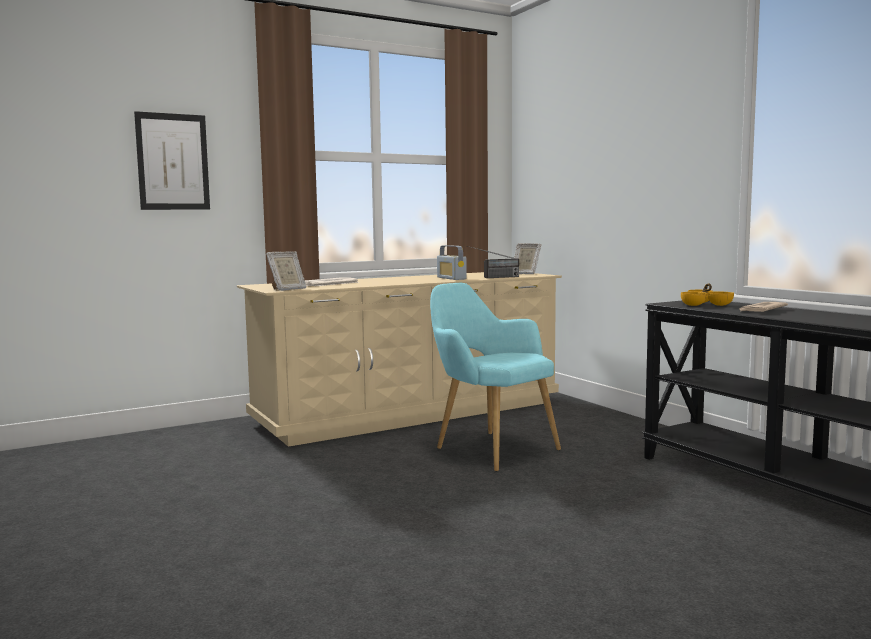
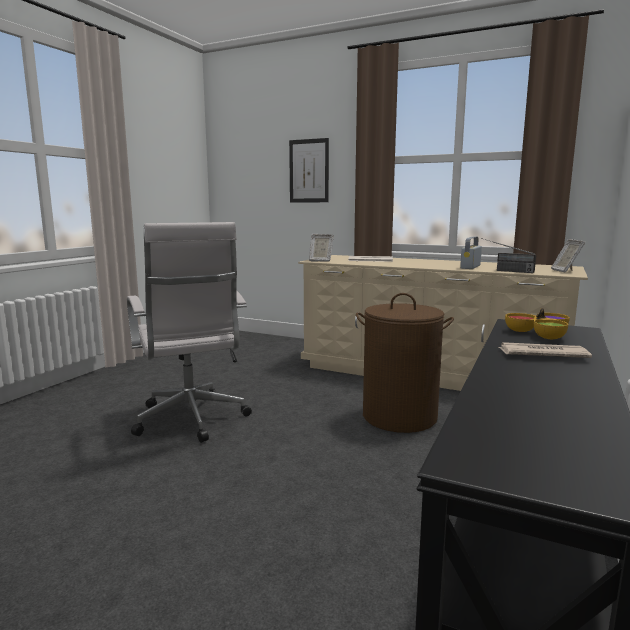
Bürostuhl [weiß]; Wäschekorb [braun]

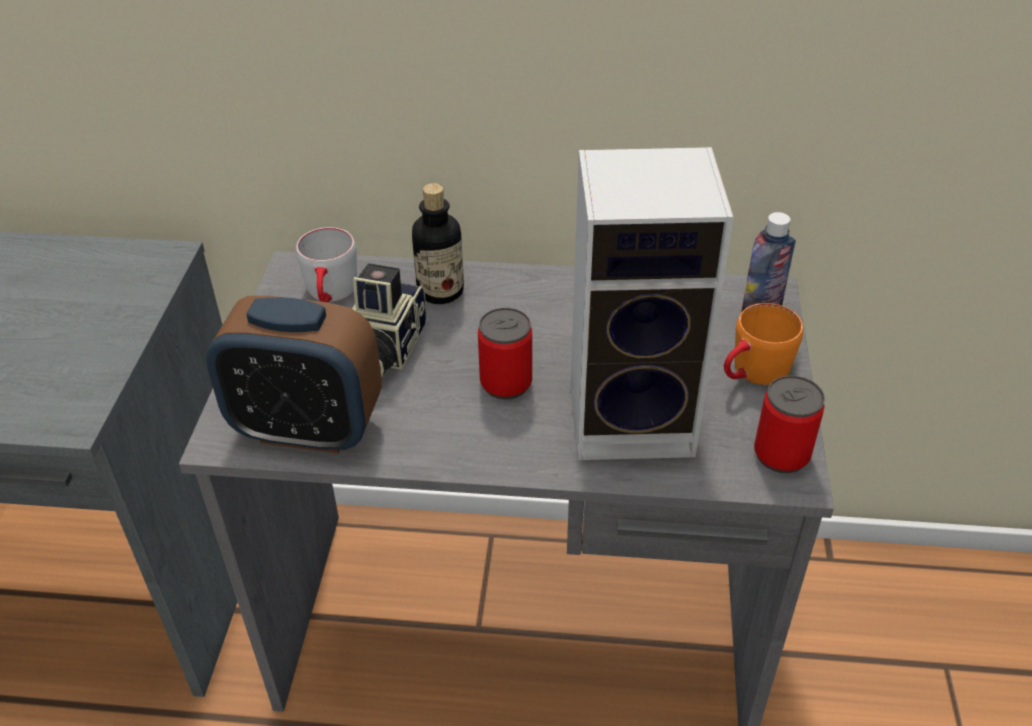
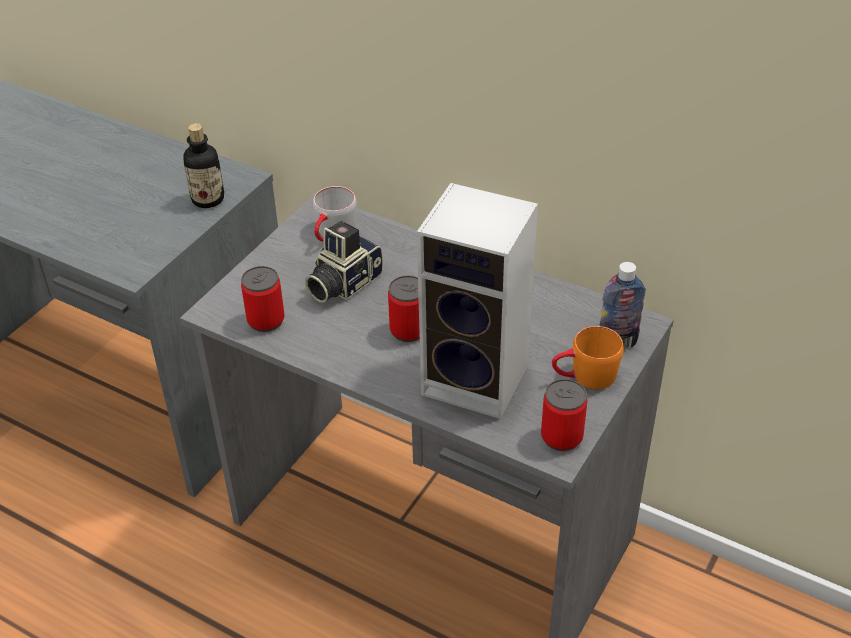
Flasche (1st from left); Dose (1st from left)

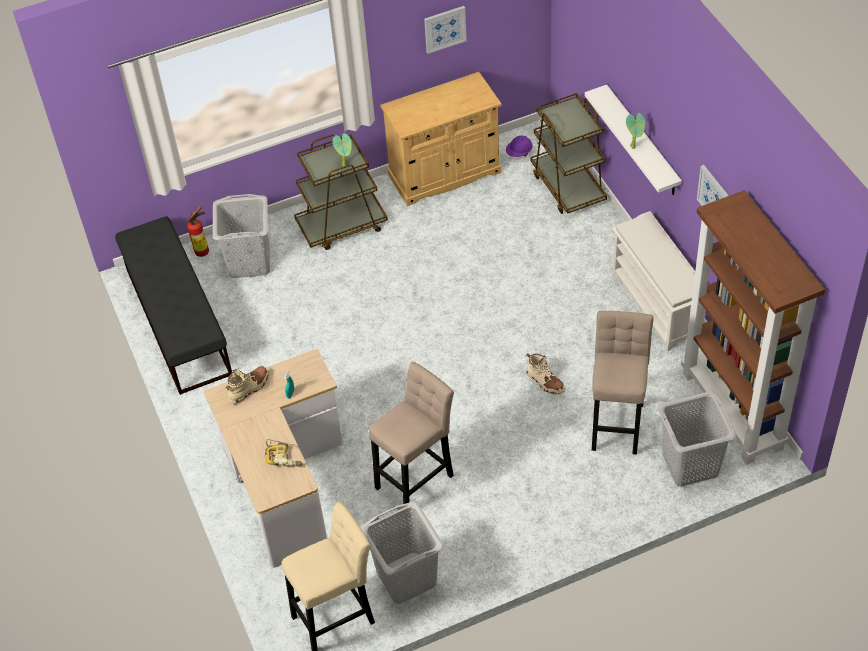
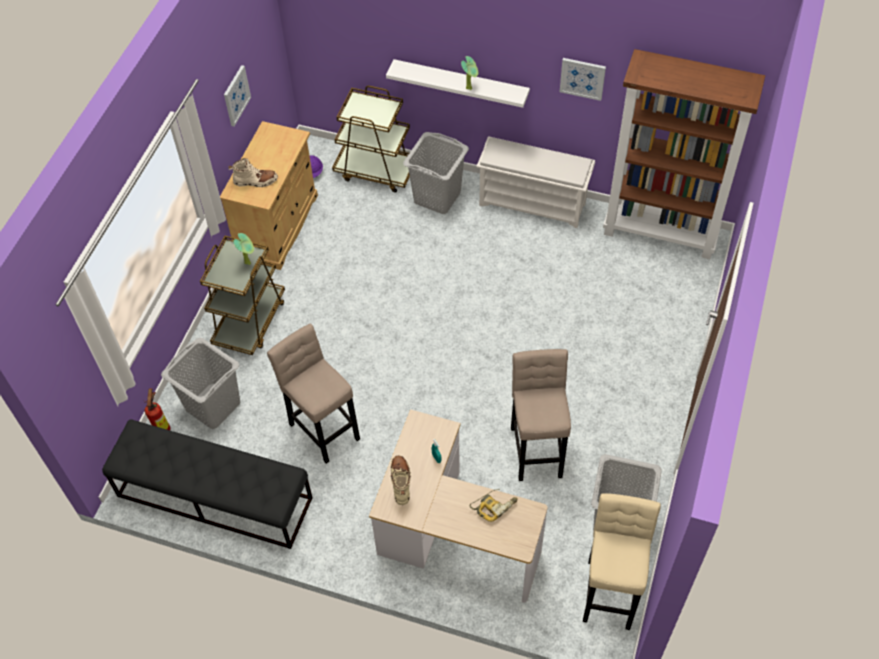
Stiefel [beige] (1st from left); Hocker [beige] (1st from left); Wäschekorb [grau] (2nd from left)

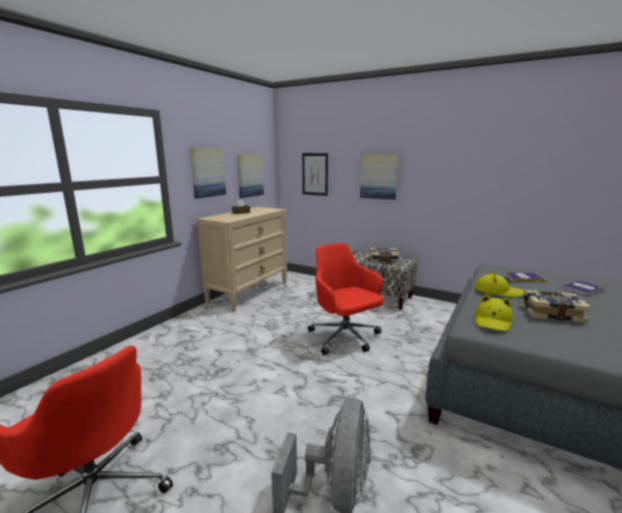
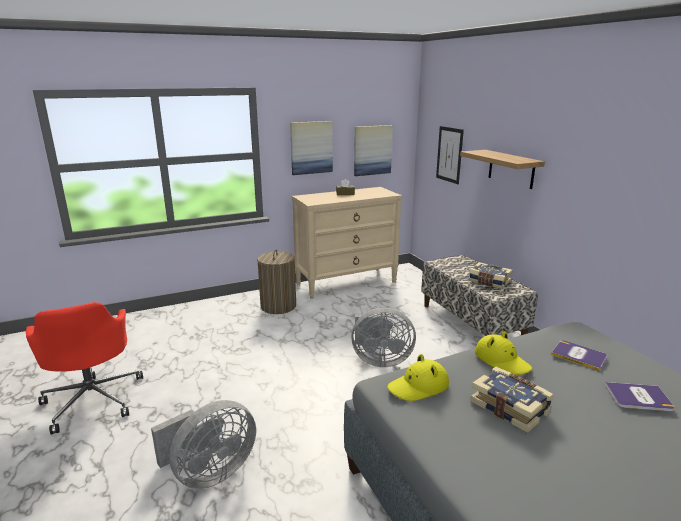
Wäschekorb; Ventilator [grau] (2nd from left); Wandregal

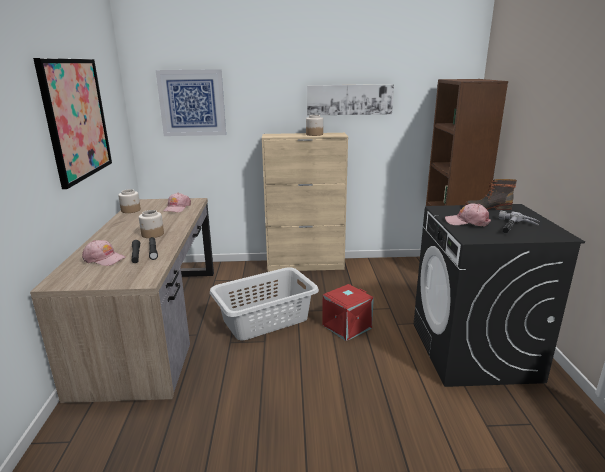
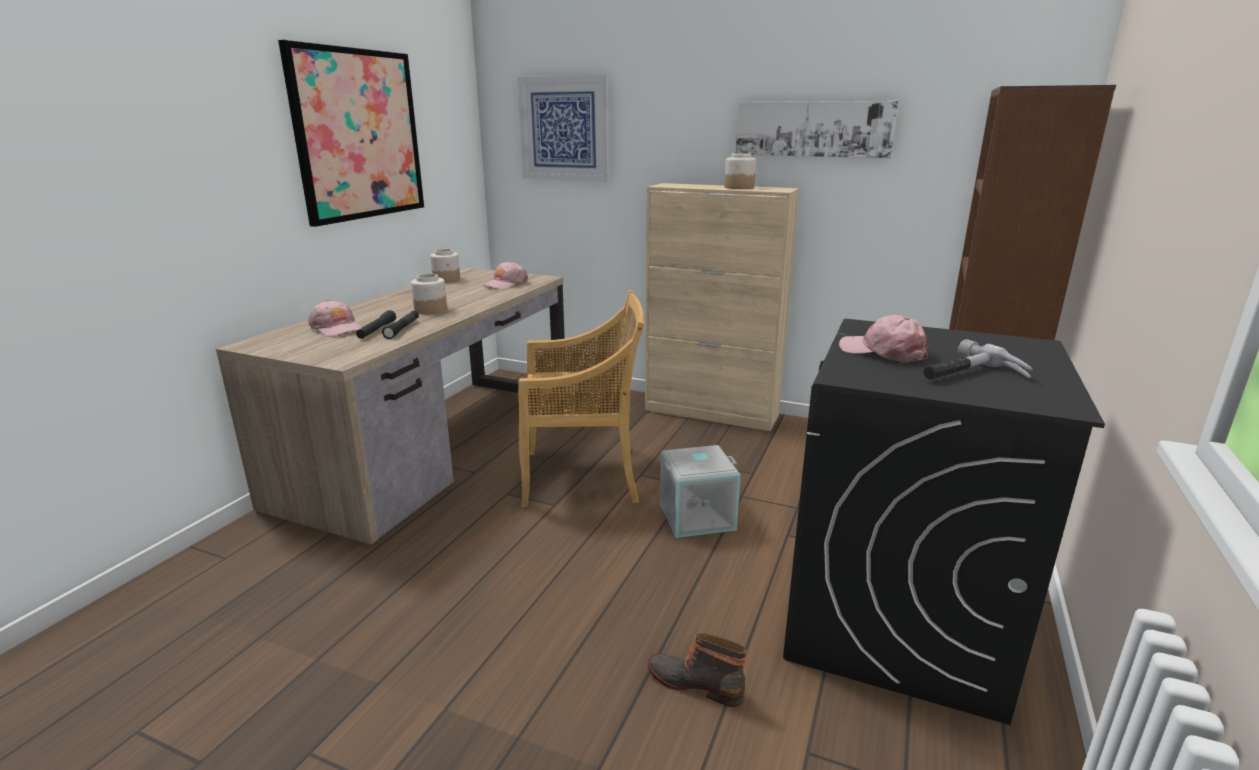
Stuhl [beige]; Stiefel; Aufbewahrungsbox [grau]

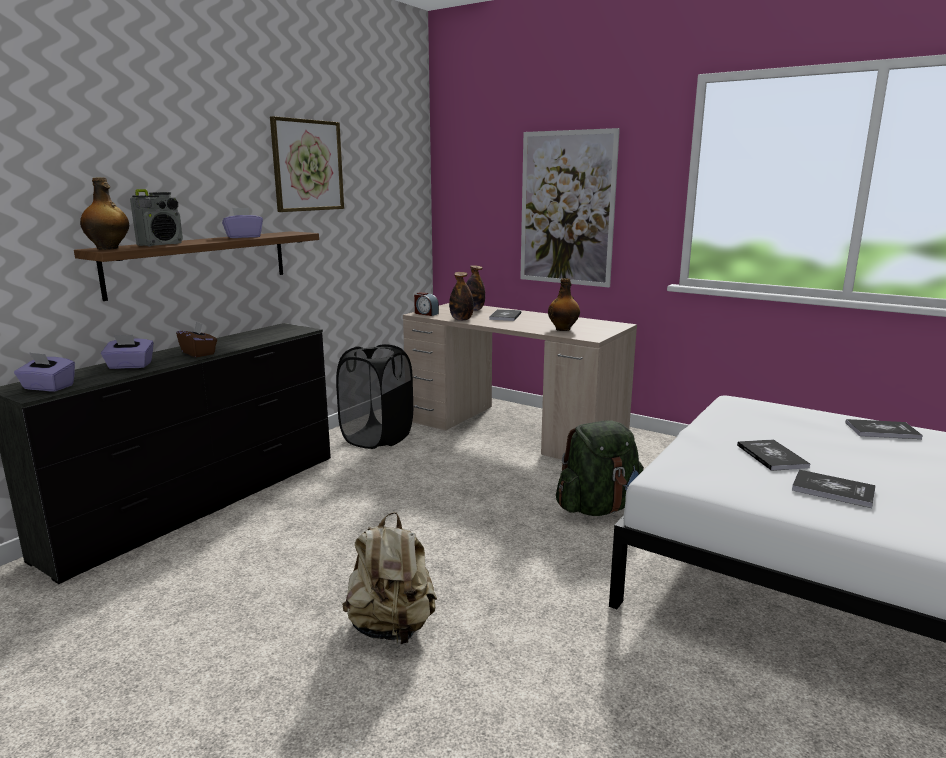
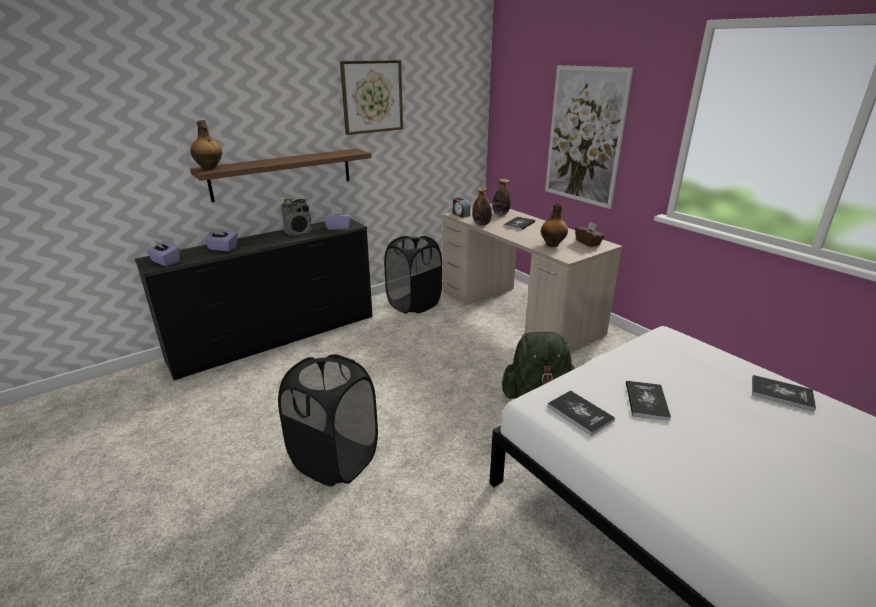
Wäschekorb [schwarz] (1st from left); Radio; Taschentuchbox [lila] (3rd from left); Buch (2nd from left); Taschentuchbox [braun]

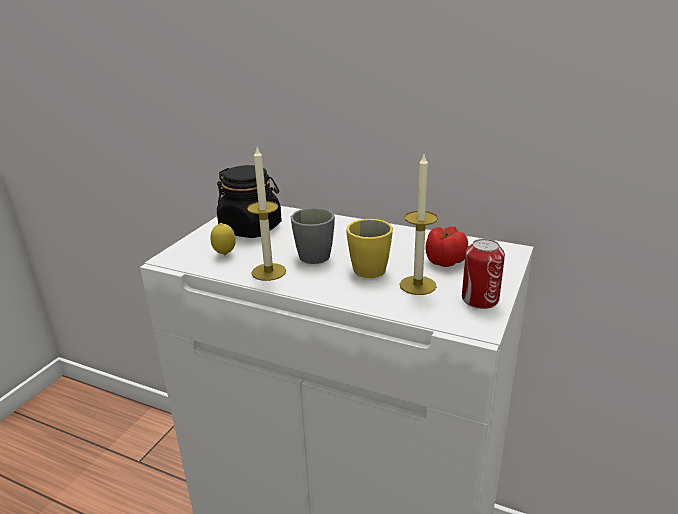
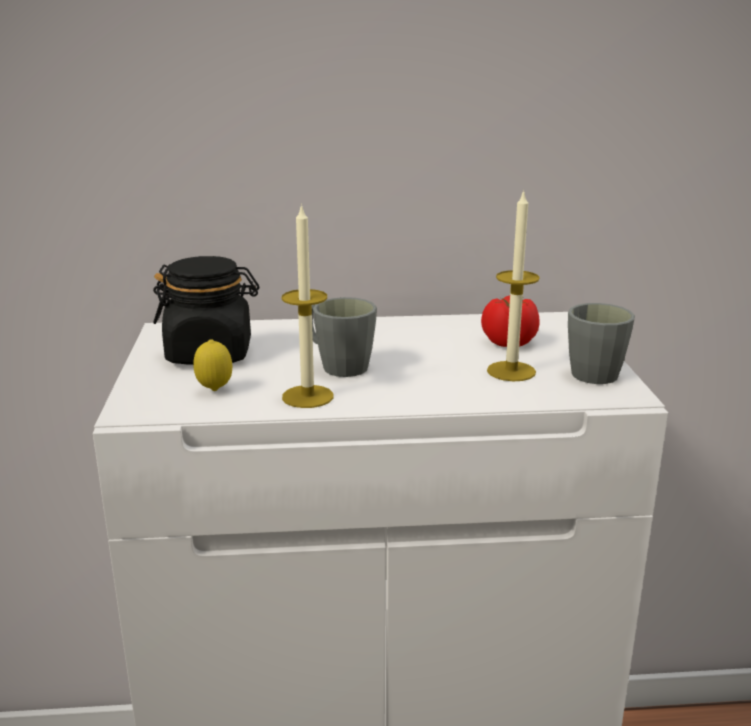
Henkelbecher [grau] (2nd from left); Henkelbecher [gelb]

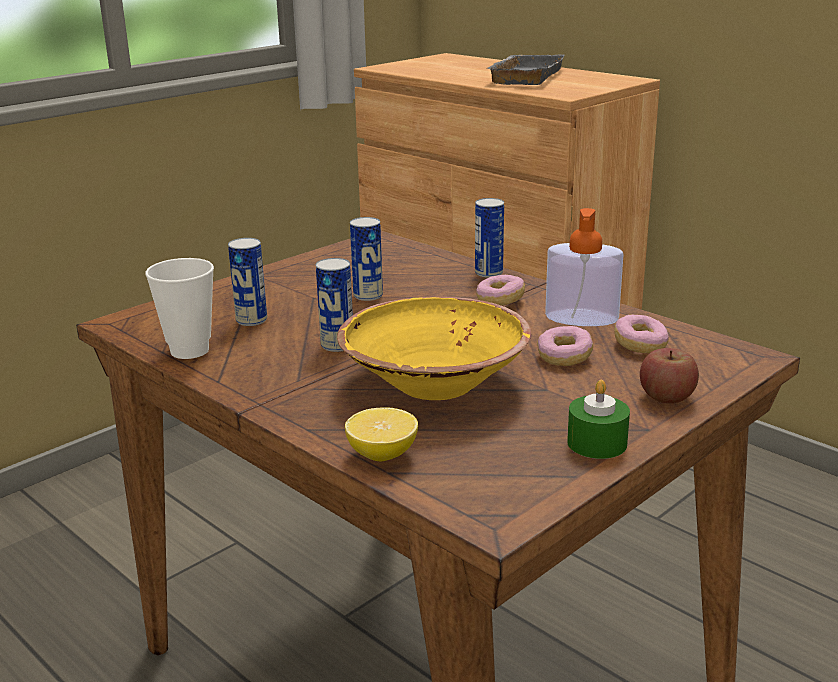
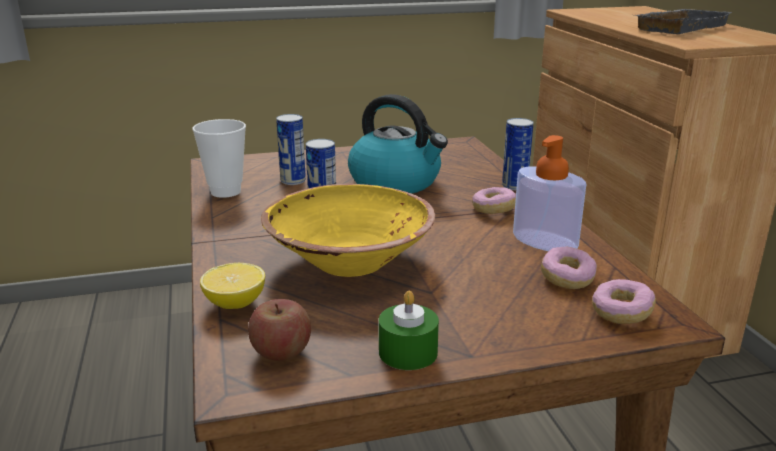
Apfel; Wasserkessel; Donut (3rd from left)

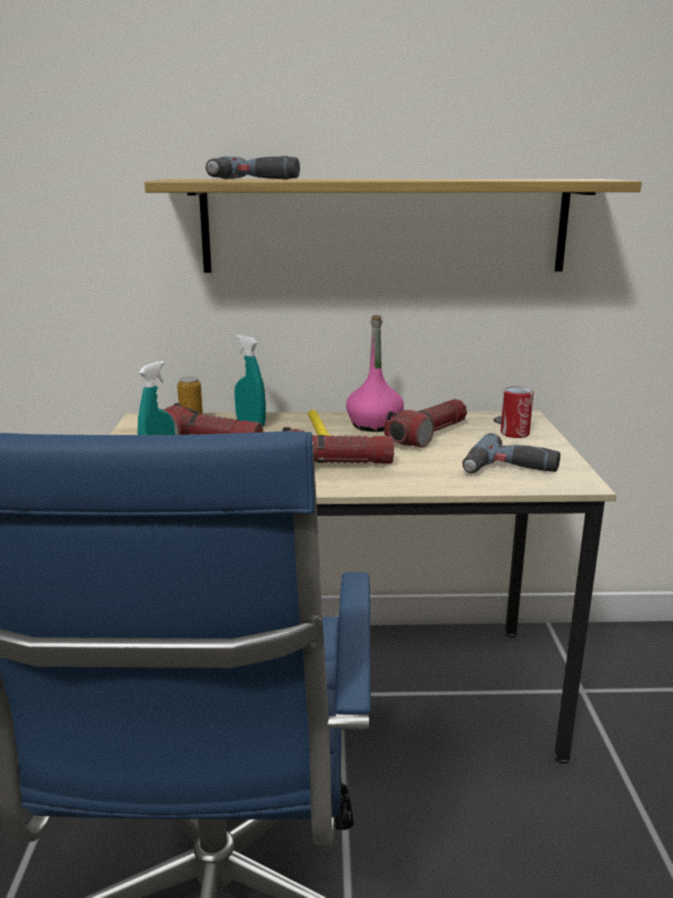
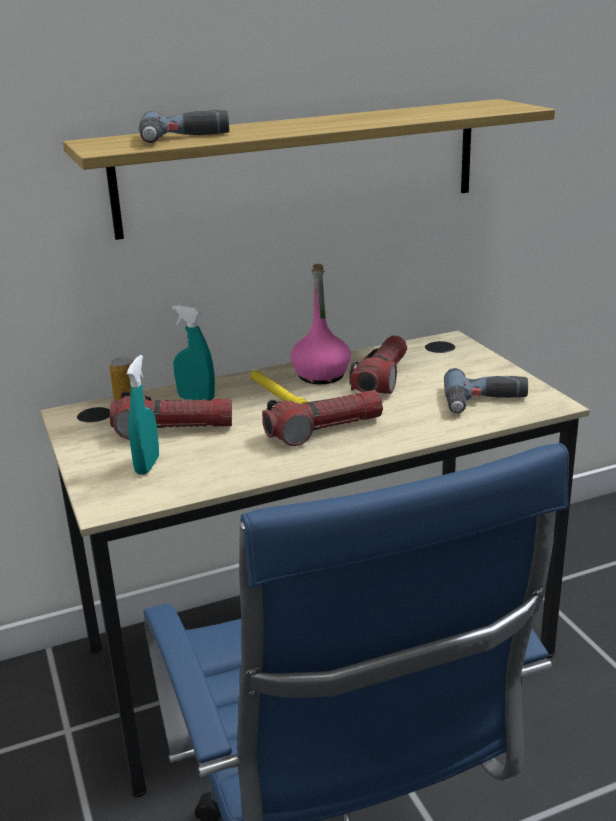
Dose (2nd from left in the first image)

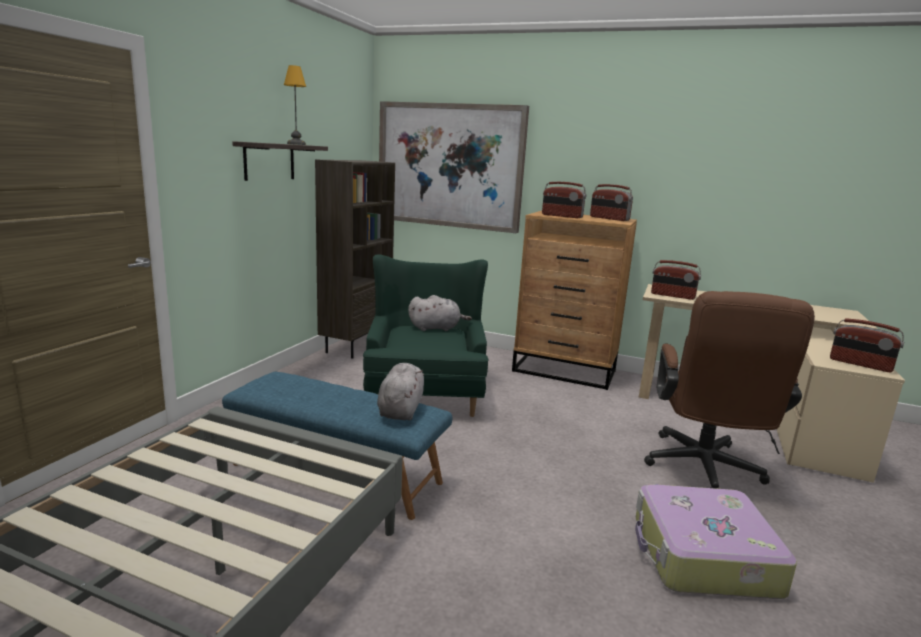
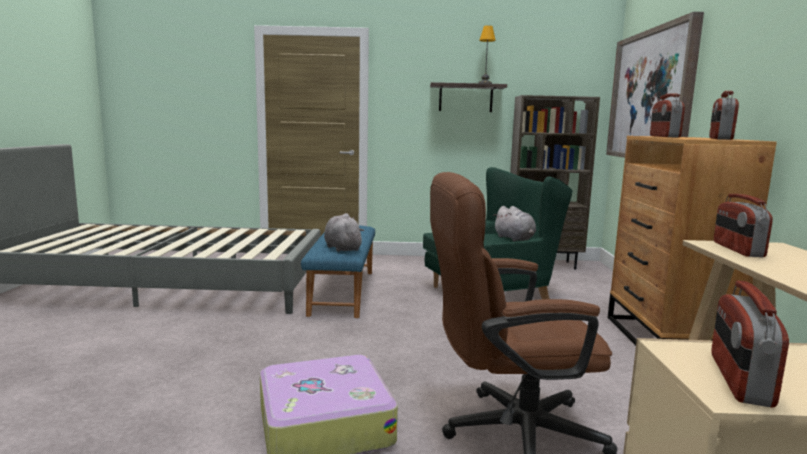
Plüschtier [grau] (1st from left)

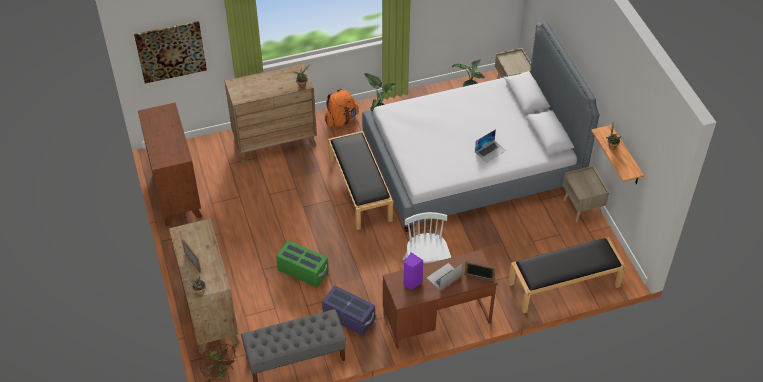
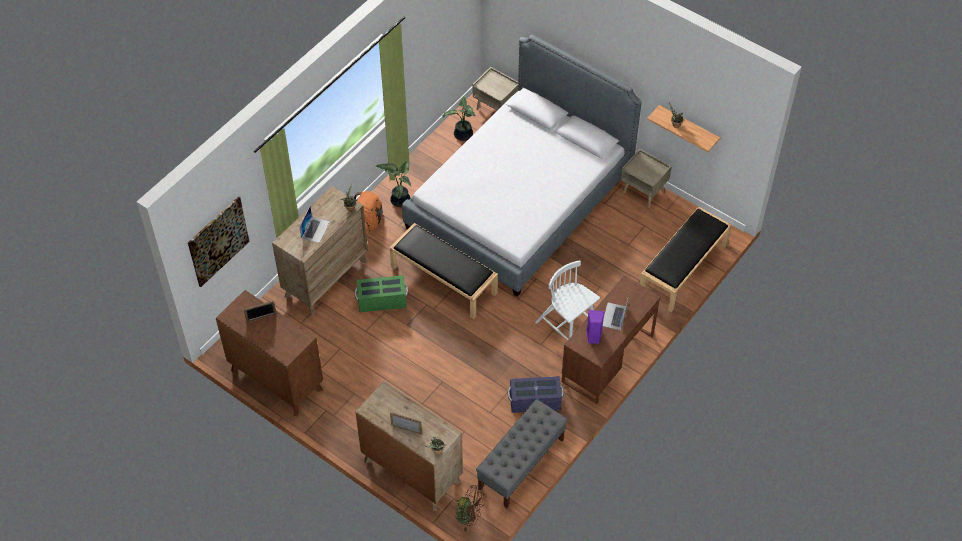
Bilderrahmen (1st from left); Laptop (1st from left); Aufbewahrungsbox [grün]

